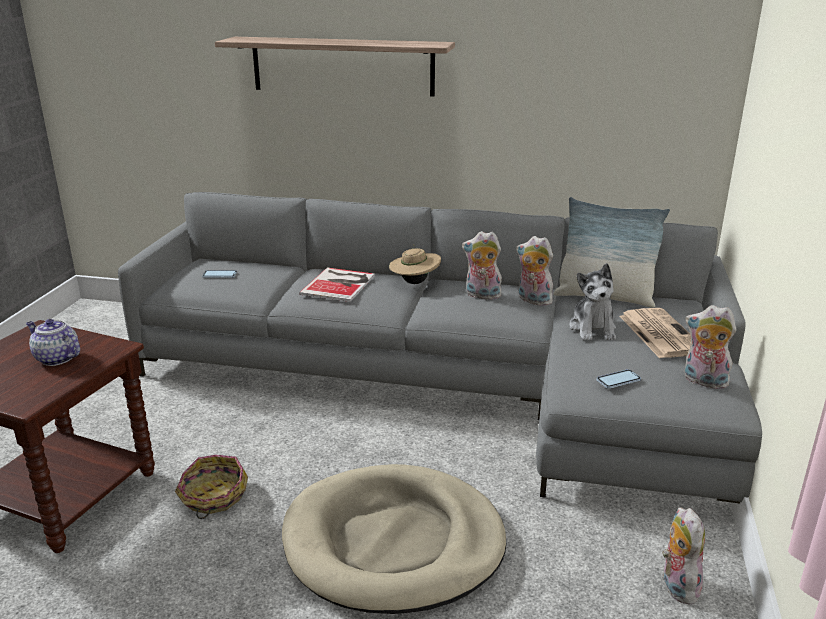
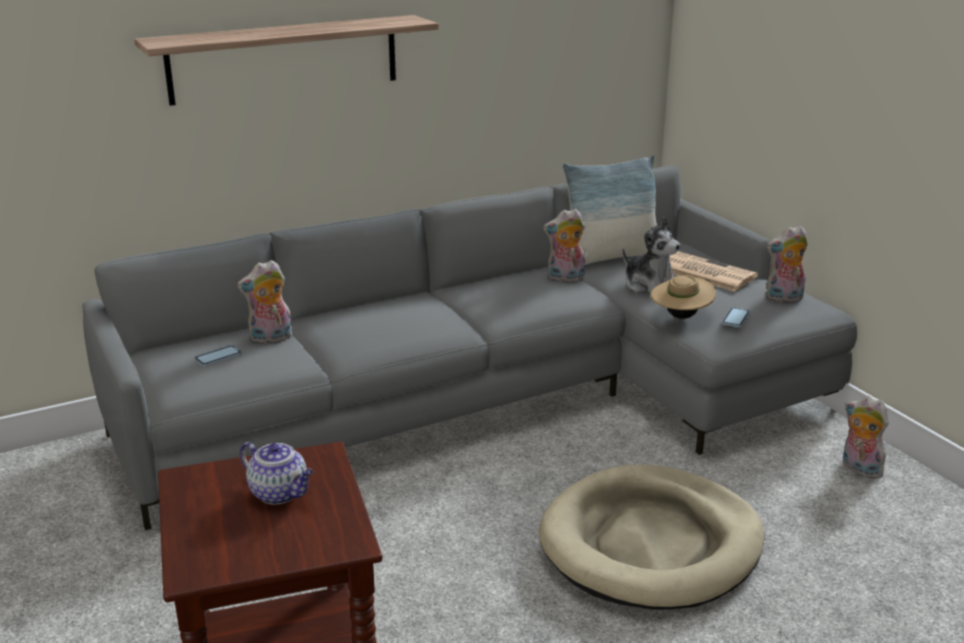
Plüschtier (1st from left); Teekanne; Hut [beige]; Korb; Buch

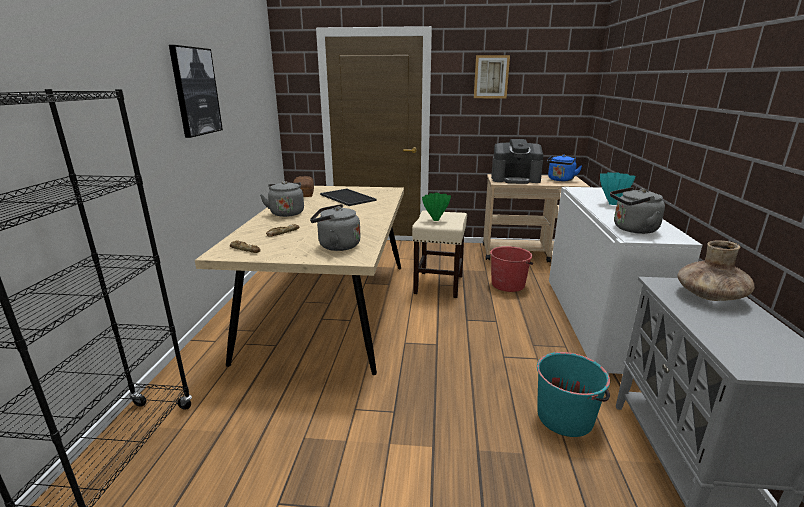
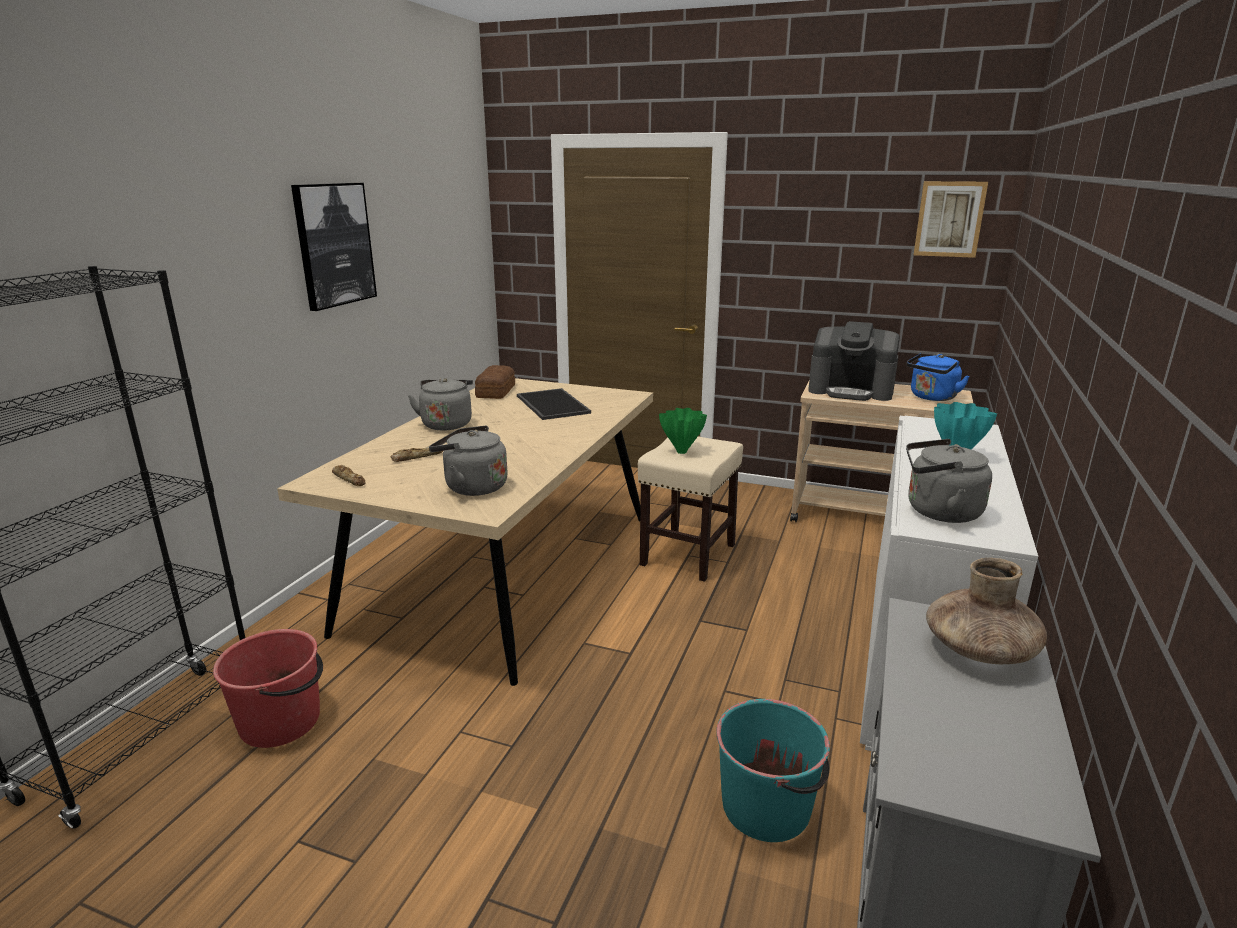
Eimer [rot]; Bild (2nd from left)

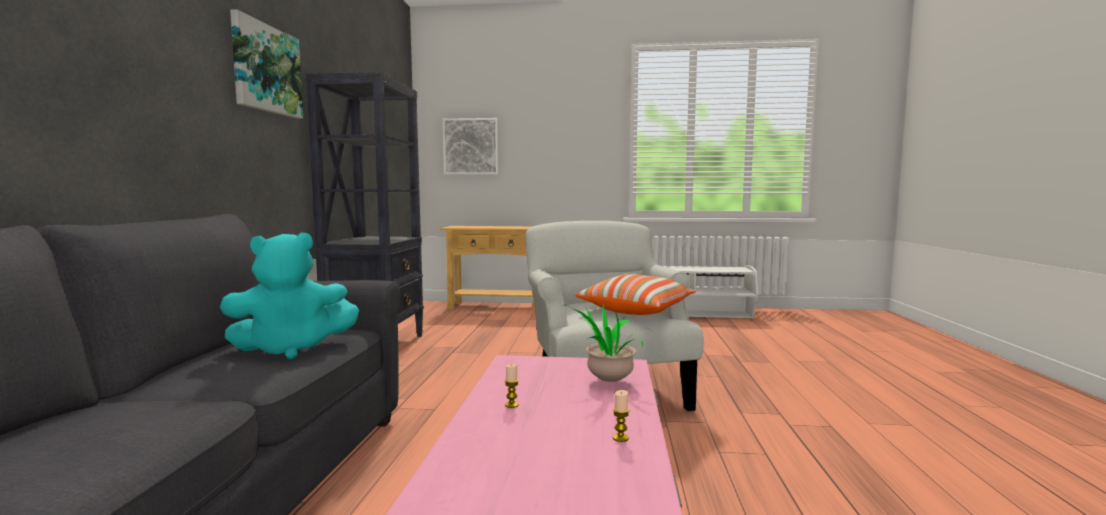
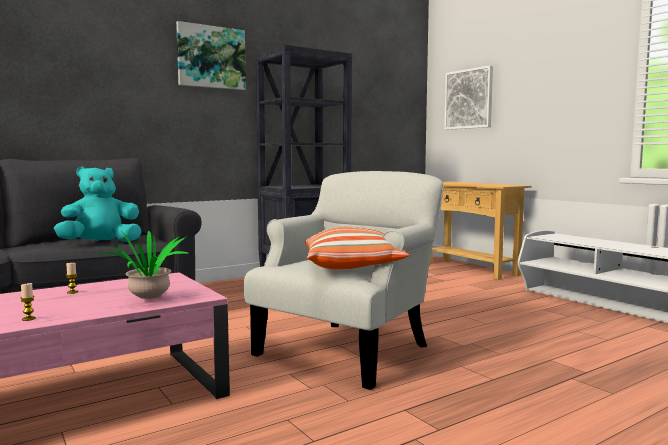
Plüschtier [türkis]

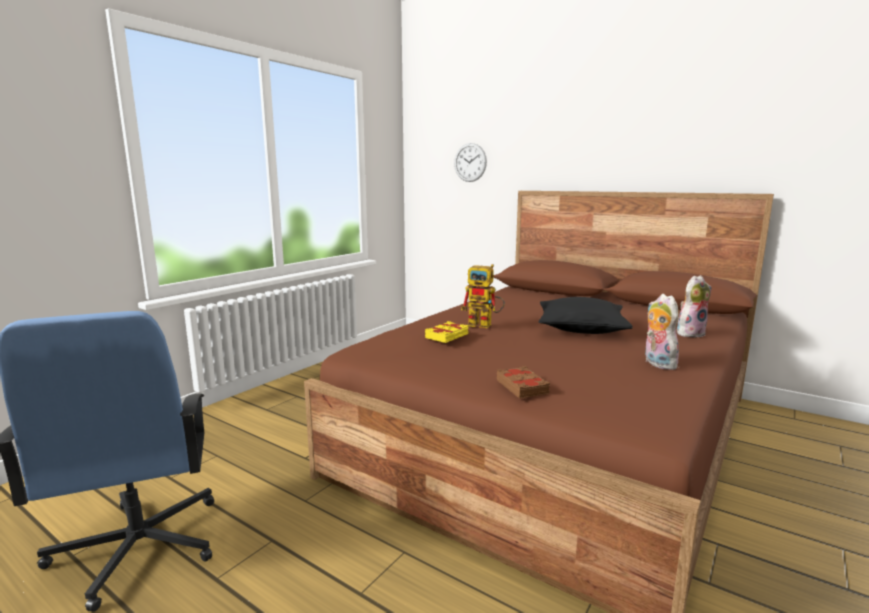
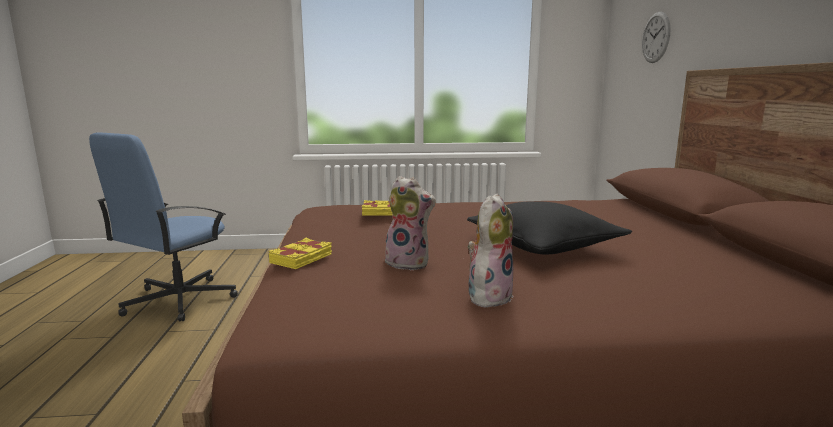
Buch [gelb] (1st from left); Plüschtier (1st from left); Spielzeugroboter

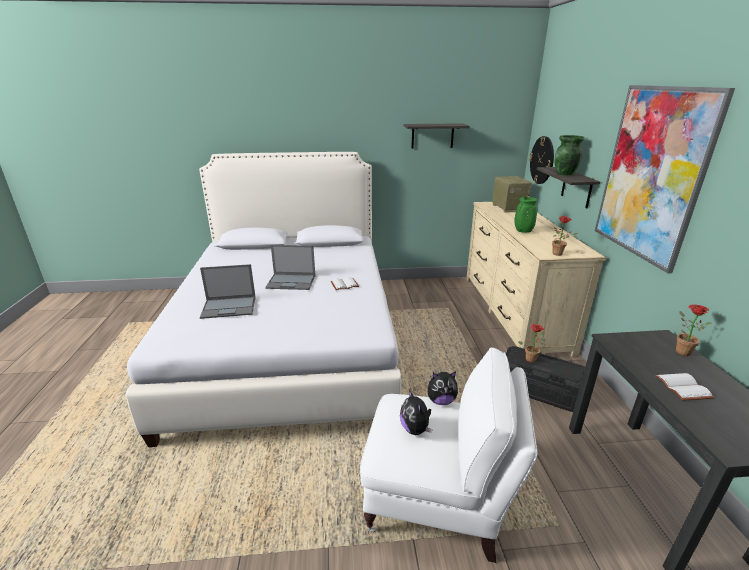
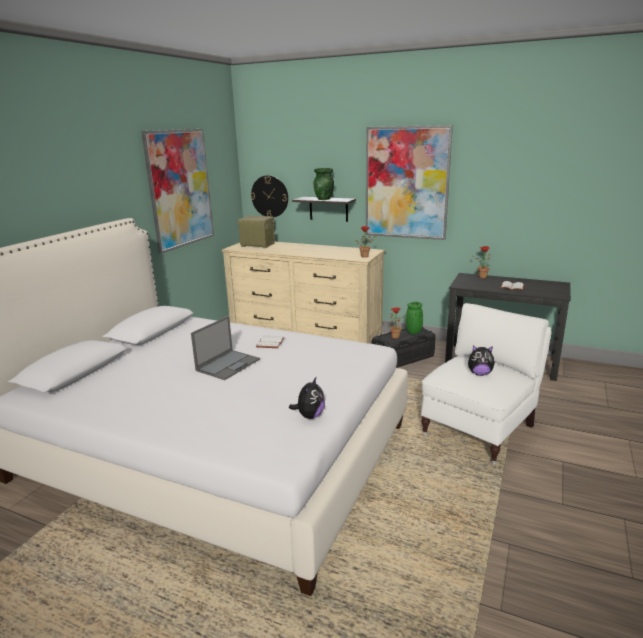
Bild (1st from left); Plüschtier (1st from left); Vase [grün] (2nd from left); Laptop (1st from left in the first image)

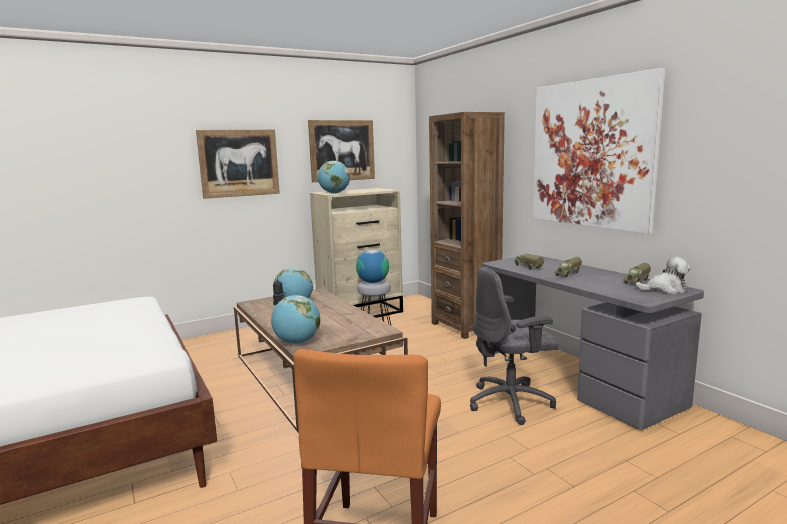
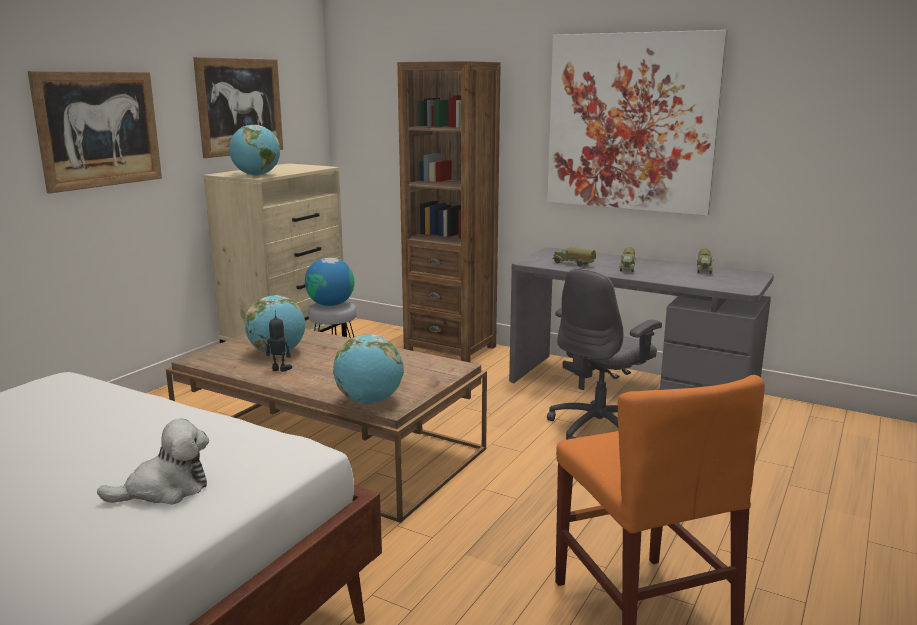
Plüschtier

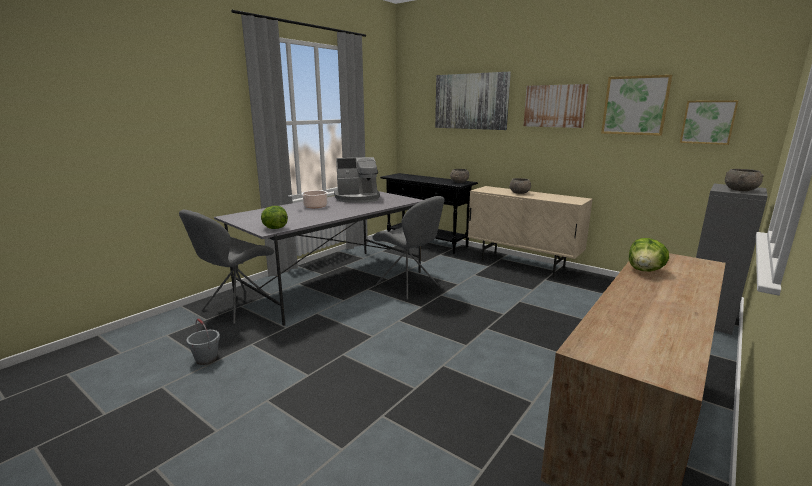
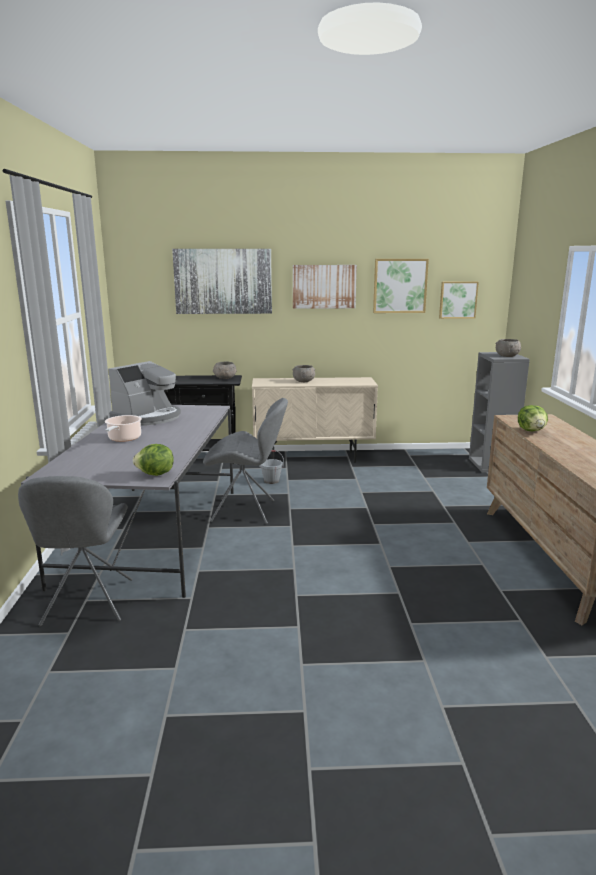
Eimer [grau]

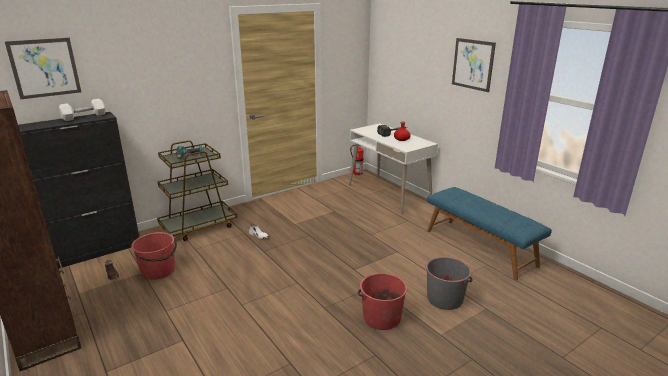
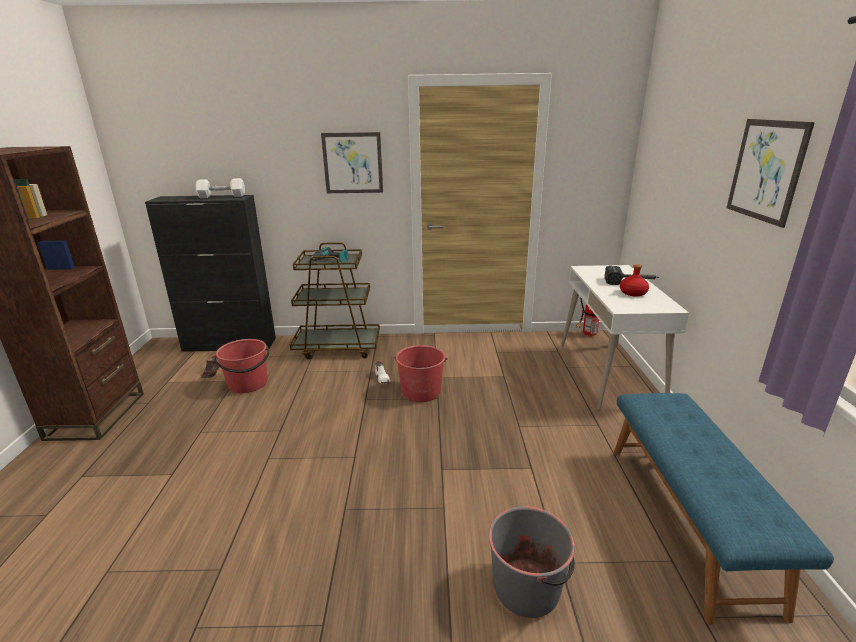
Bild (1st from left); Eimer [rot] (2nd from left)

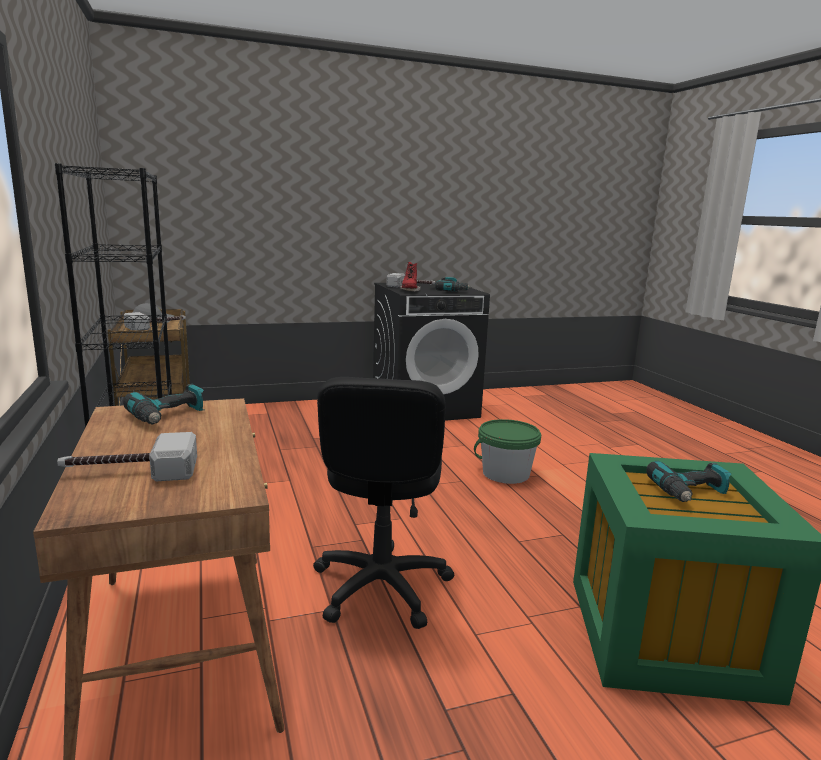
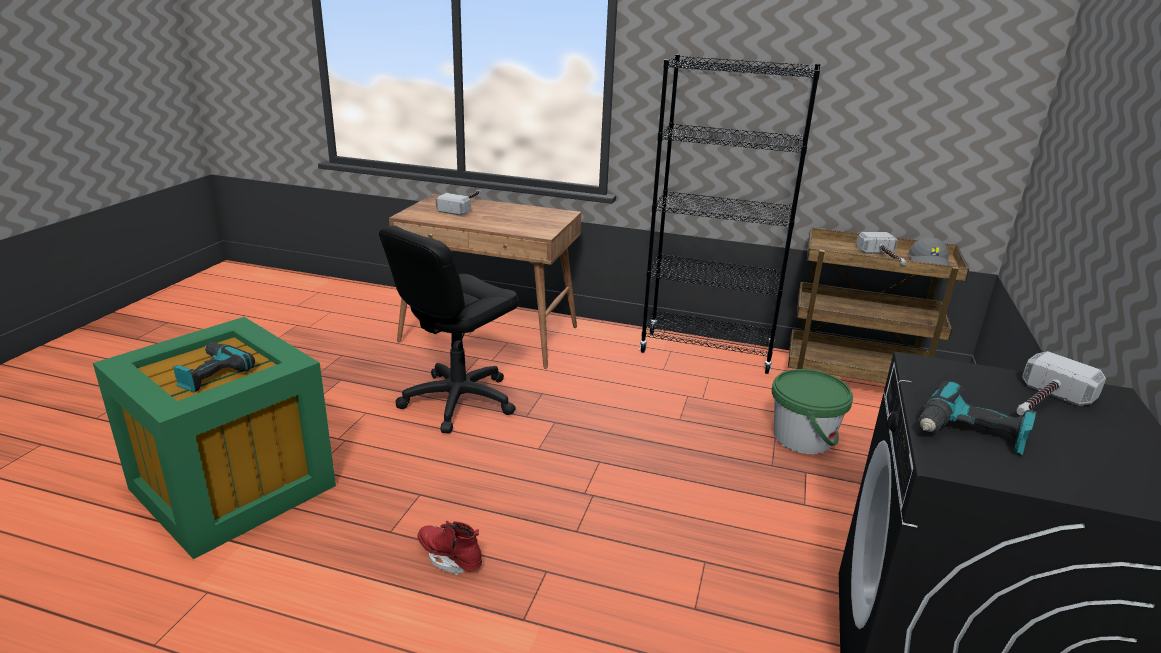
Bürostuhl [schwarz]; Stiefel [rot]; Eimer [grün]; Bohrmaschine (1st from left in the first image)

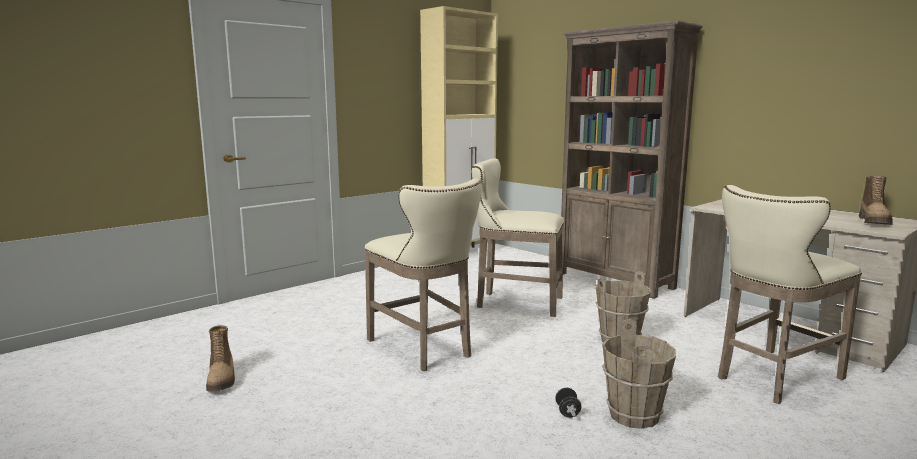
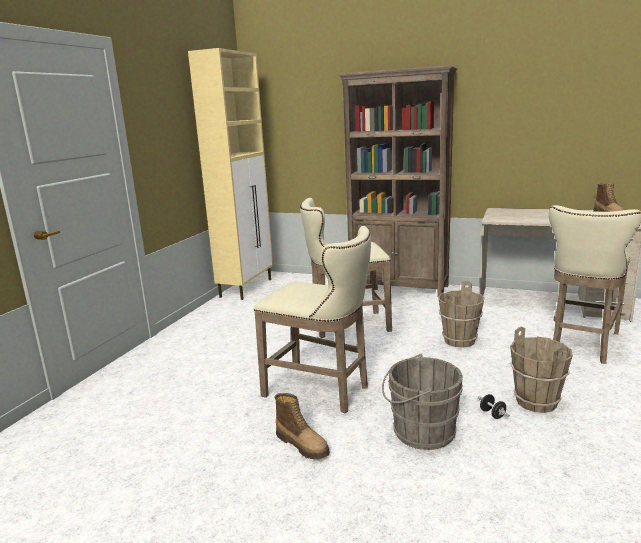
Stiefel (1st from left); Eimer [grau]

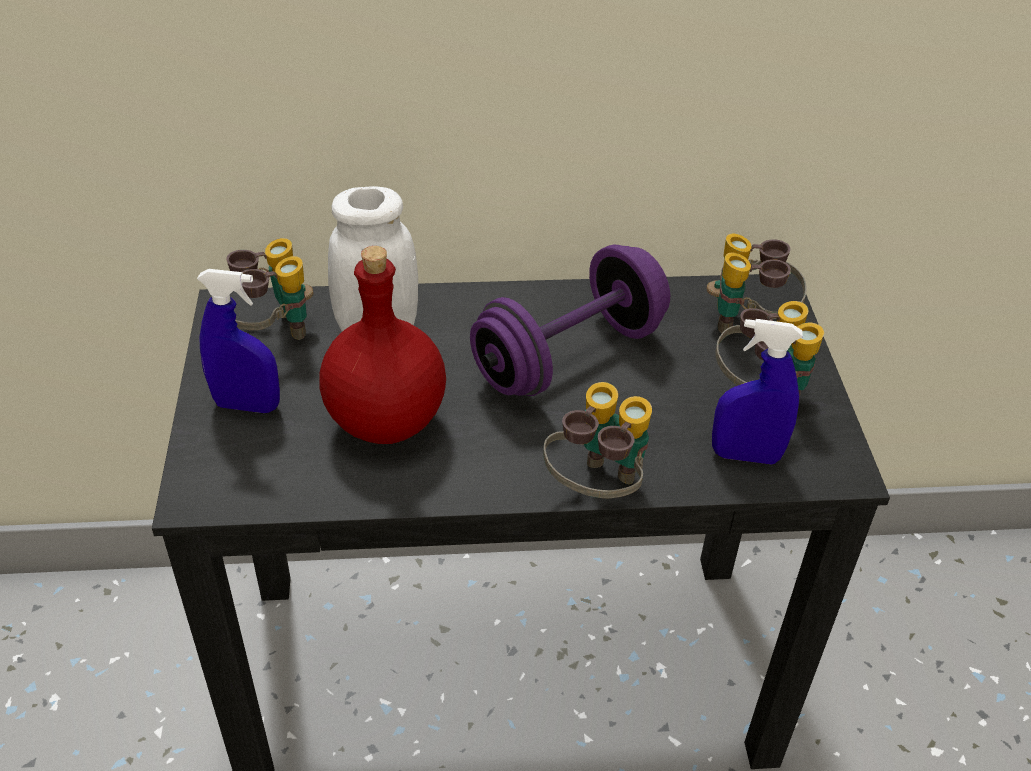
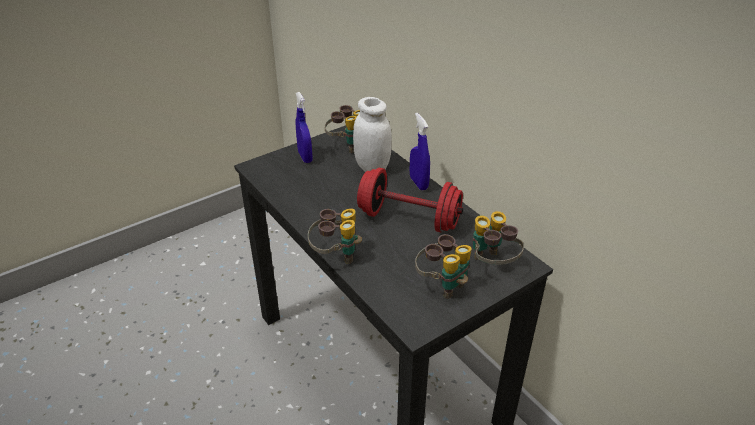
Hantel [rot]; Sprühflasche [blau] (2nd from left); Flasche [rot]

